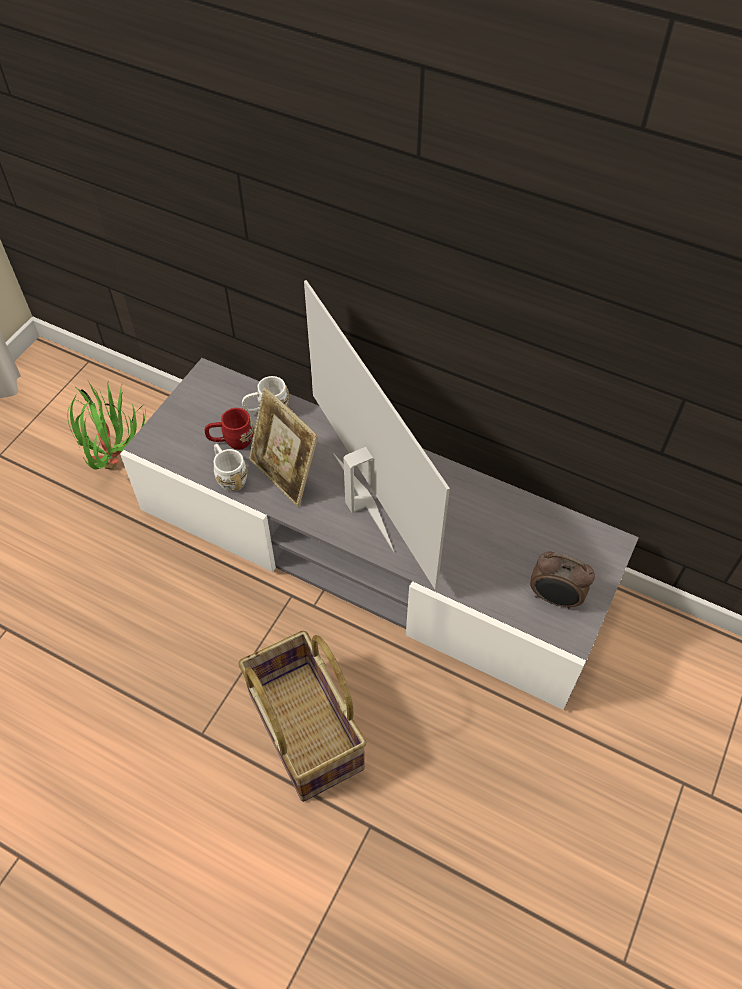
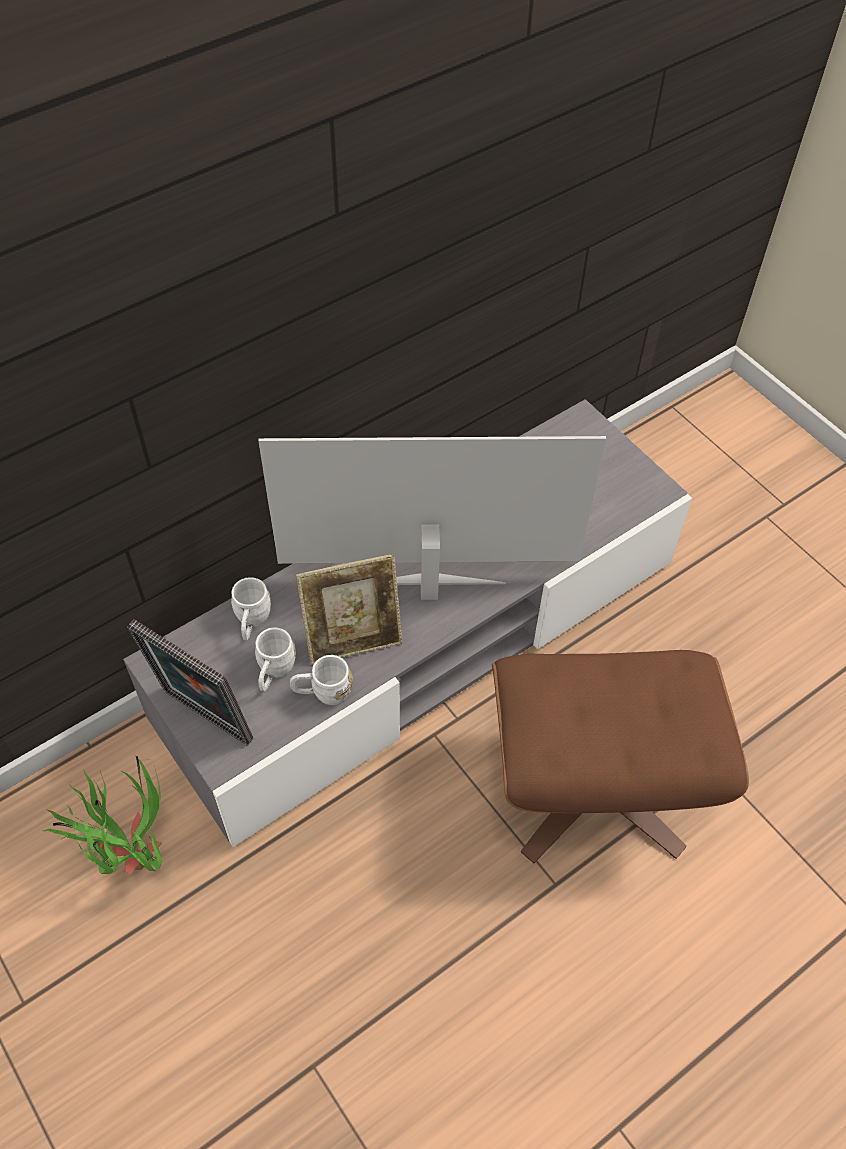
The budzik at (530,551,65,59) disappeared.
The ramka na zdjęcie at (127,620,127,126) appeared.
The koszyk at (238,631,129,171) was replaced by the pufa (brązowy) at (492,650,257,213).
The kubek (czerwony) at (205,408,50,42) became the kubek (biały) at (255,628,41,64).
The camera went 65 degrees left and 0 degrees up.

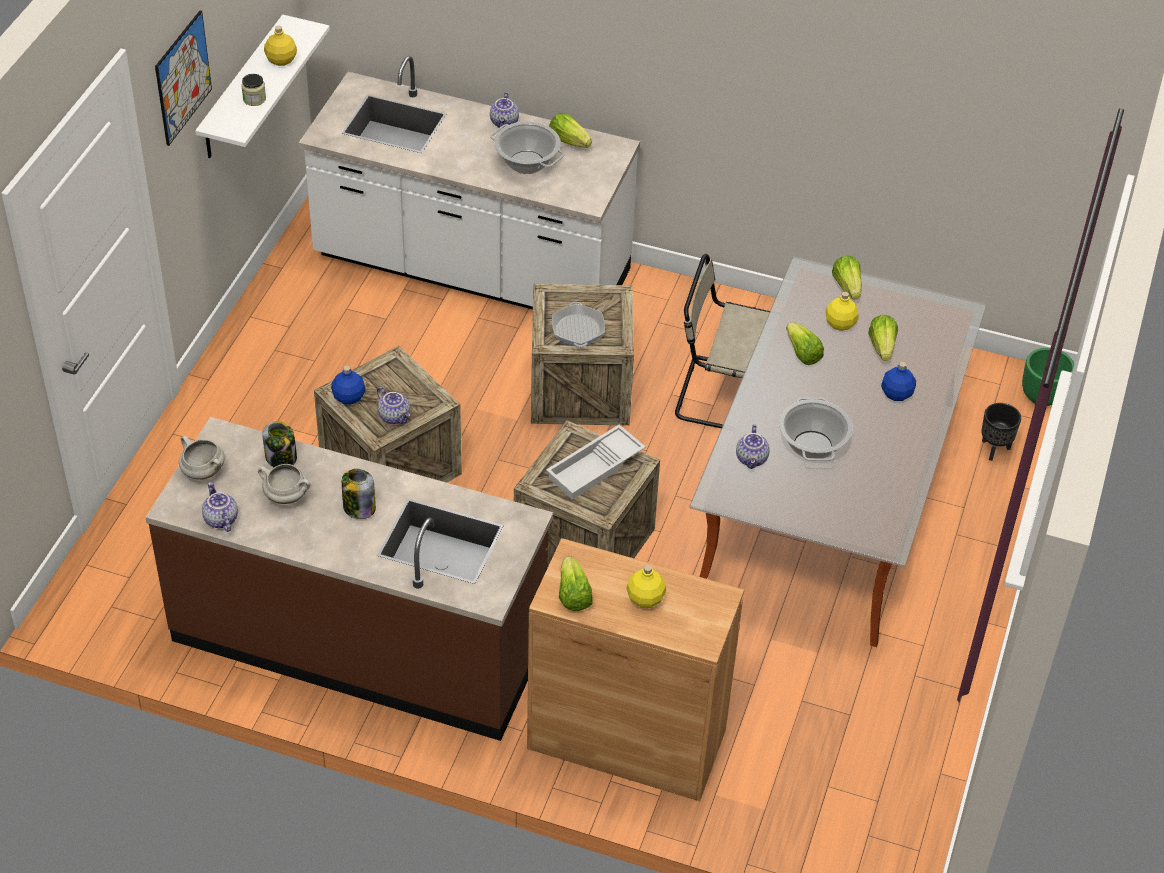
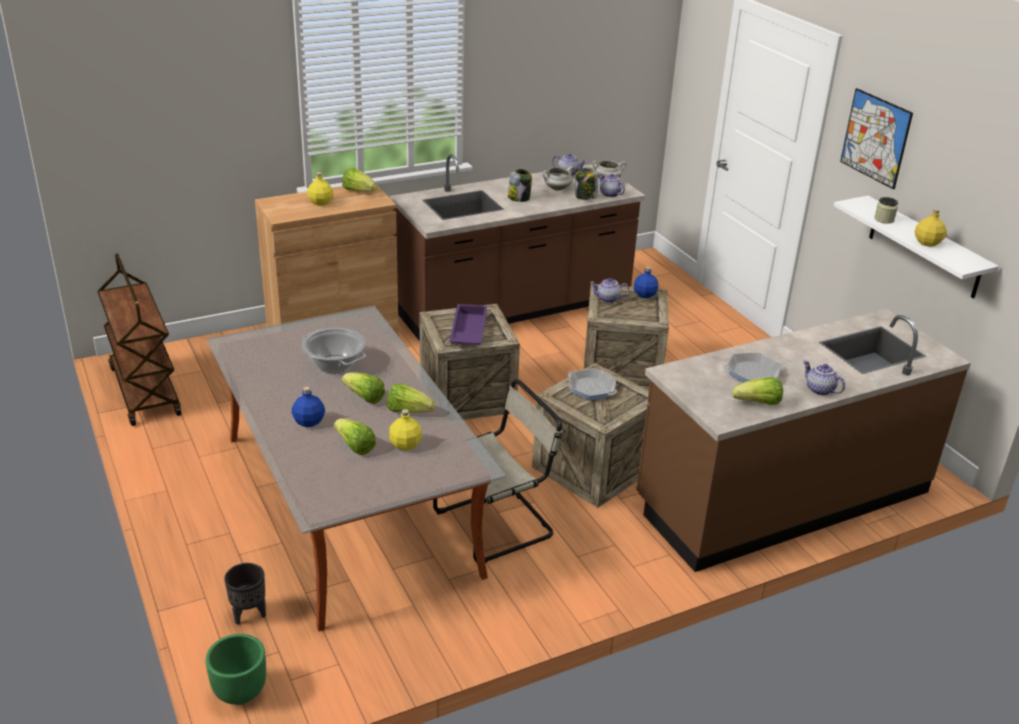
The wózek (brązowy) at (97,253,84,173) appeared.
The imbryk moved from (736,425,34,44) to (599,173,26,24).
The sałata moved from (832,255,30,45) to (341,372,44,32).
The garnek at (490,121,75,53) was replaced by the patelnia at (724,353,60,30).
The zabudowa kuchenna (biały) at (299,56,341,254) became the zabudowa kuchenna (brązowy) at (636,309,335,263).
The taca (biały) at (546,425,100,75) became the taca (fioletowy) at (449,304,38,41).
The camera went 135 degrees right and 15 degrees down.

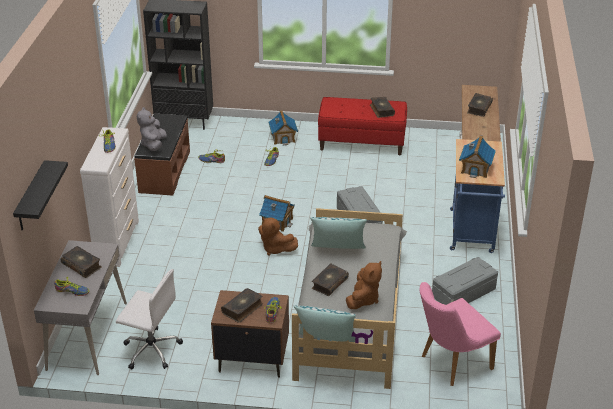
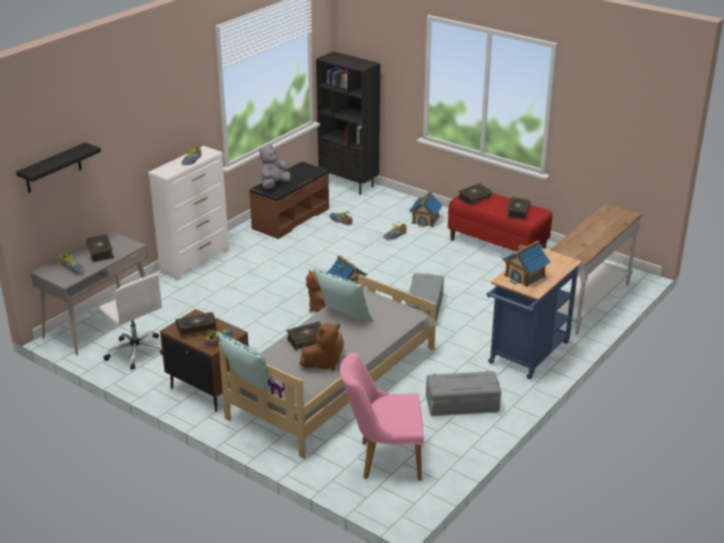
The książka moved from (467,93,26,24) to (458,183,34,22).
The camera went 30 degrees right and 5 degrees down.

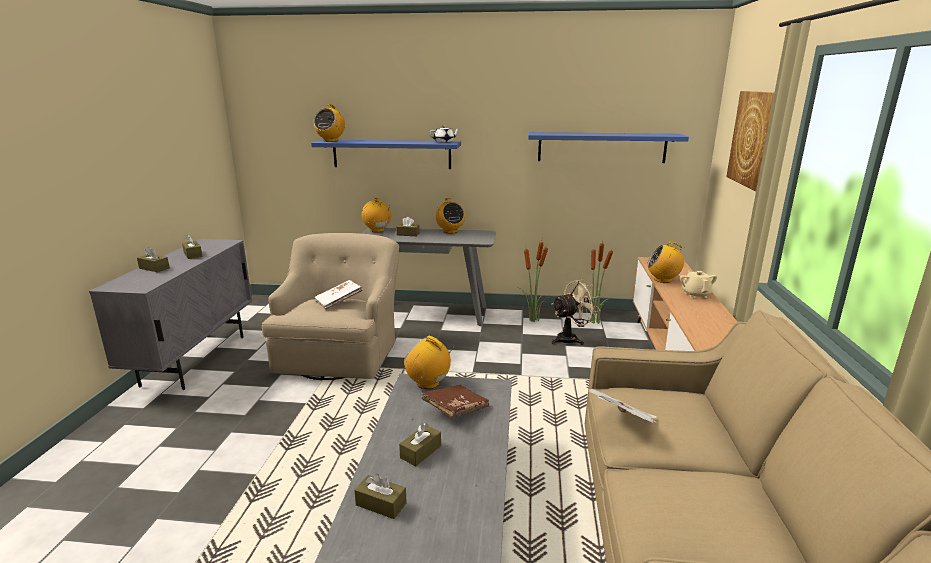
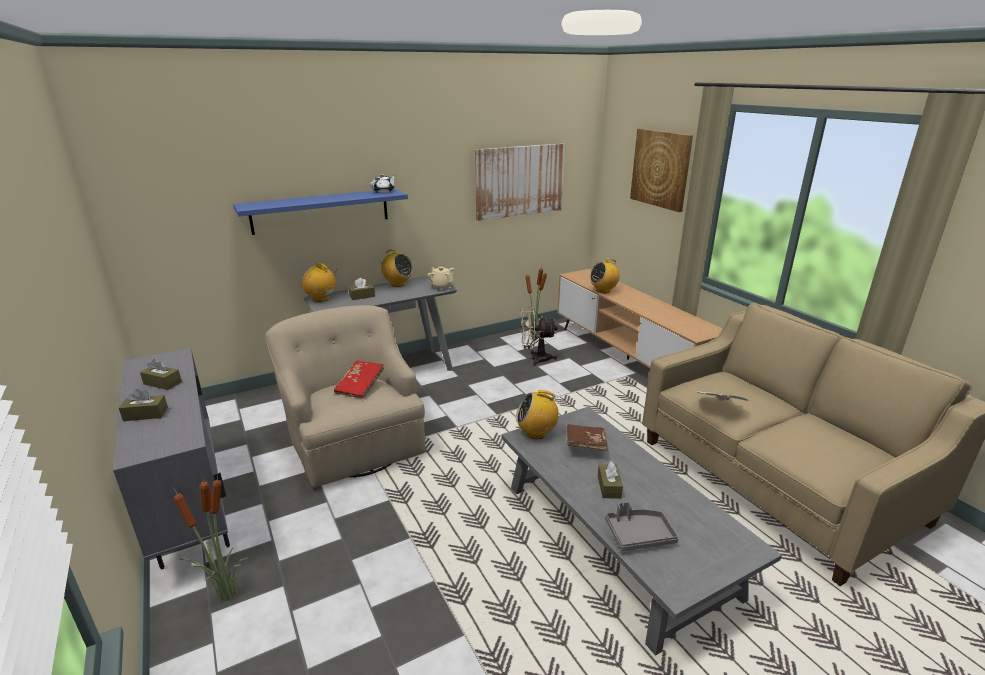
The radio at (314,104,31,38) disappeared.
The roślina doniczkowa moved from (518,236,31,86) to (173,474,75,128).
The imbryk (beżowy) moved from (680,269,37,29) to (427,267,28,24).
The pudełko chusteczek (brązowy) at (354,474,53,45) was replaced by the taca (szary) at (605,502,74,49).
The półka (niebieski) at (528,132,161,31) was replaced by the obraz at (475,143,91,78).
The książka (biały) at (314,280,48,29) became the książka (czerwony) at (334,361,50,38).
The wentylator (beżowy) at (551,279,49,66) turned 120 degrees counterclockwise.
The camera went 35 degrees left and 5 degrees up.

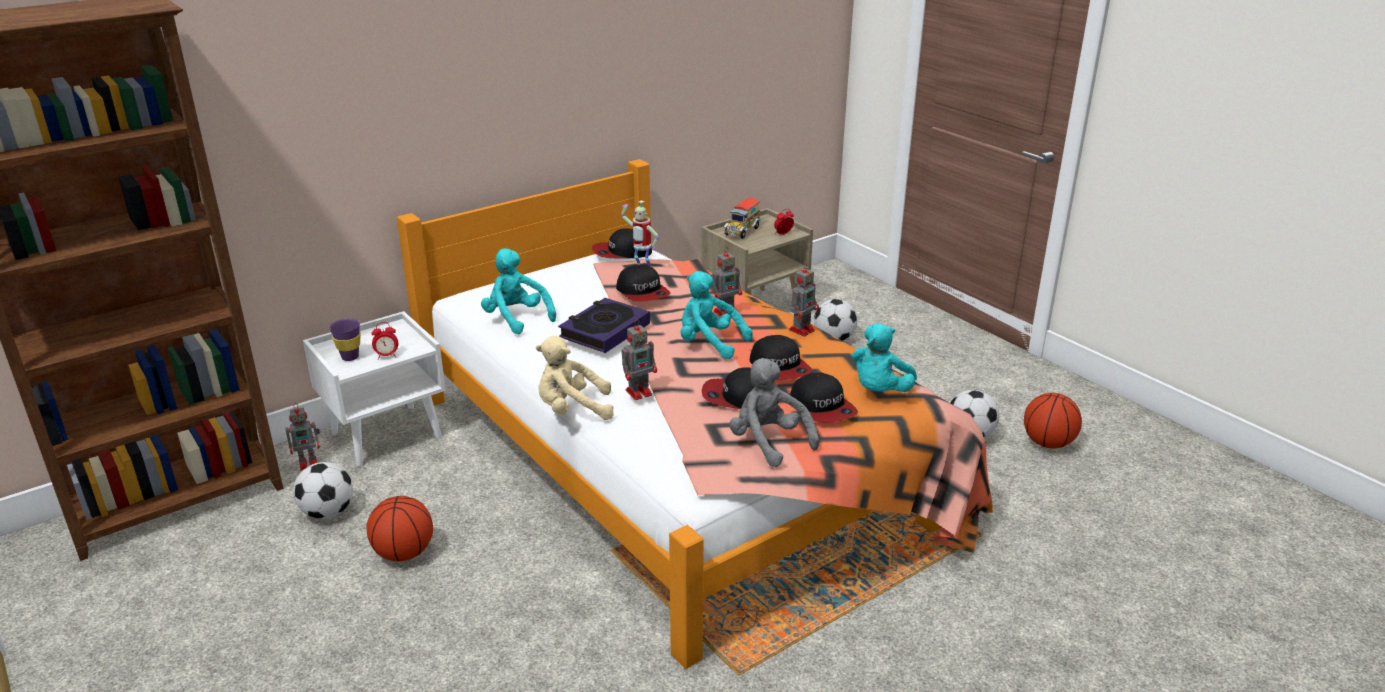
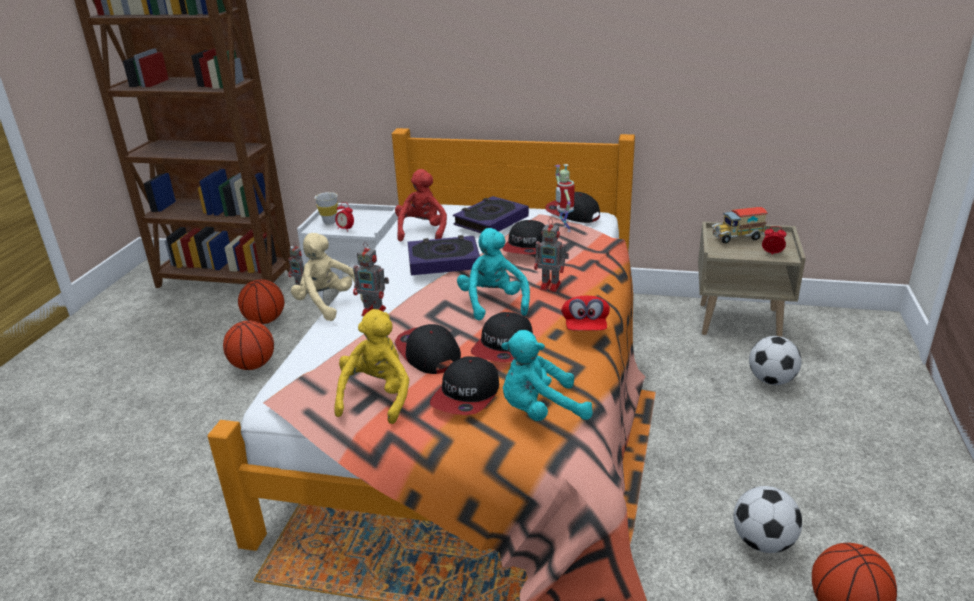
The książka at (453,196,76,37) appeared.
The piłka futbolowa at (293,462,60,57) was replaced by the piłka do koszykówki at (238,279,46,45).
The robot zabawkowy at (789,263,30,73) was replaced by the czapka z daszkiem (czerwony) at (561,296,49,35).
The filiżanka (fioletowy) at (329,318,32,43) became the filiżanka (biały) at (314,192,24,32).
The pluszak (turkusowy) at (481,248,75,86) became the pluszak (czerwony) at (395,169,52,73).
The pluszak (szary) at (730,358,90,109) became the pluszak (żółty) at (334,309,75,115).
The camera went 50 degrees right and 0 degrees up.

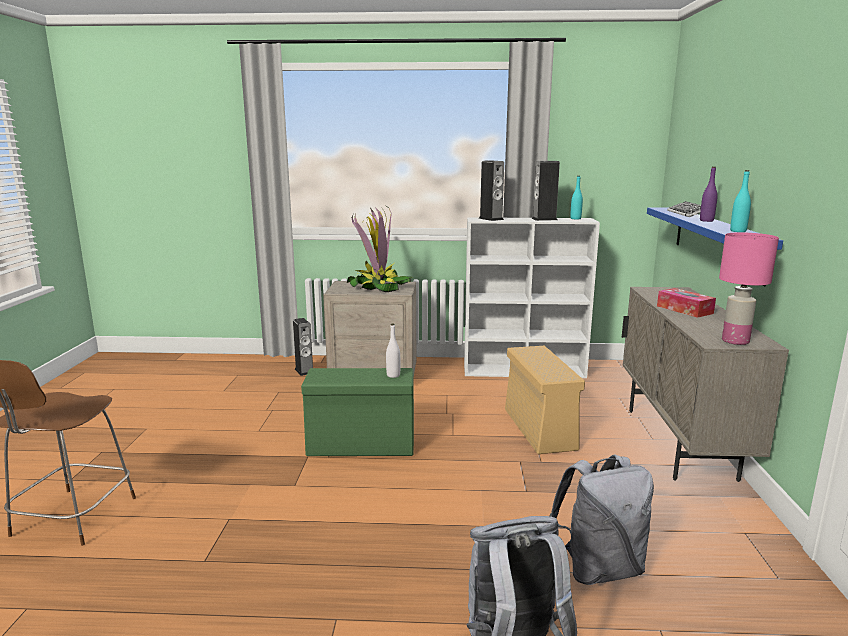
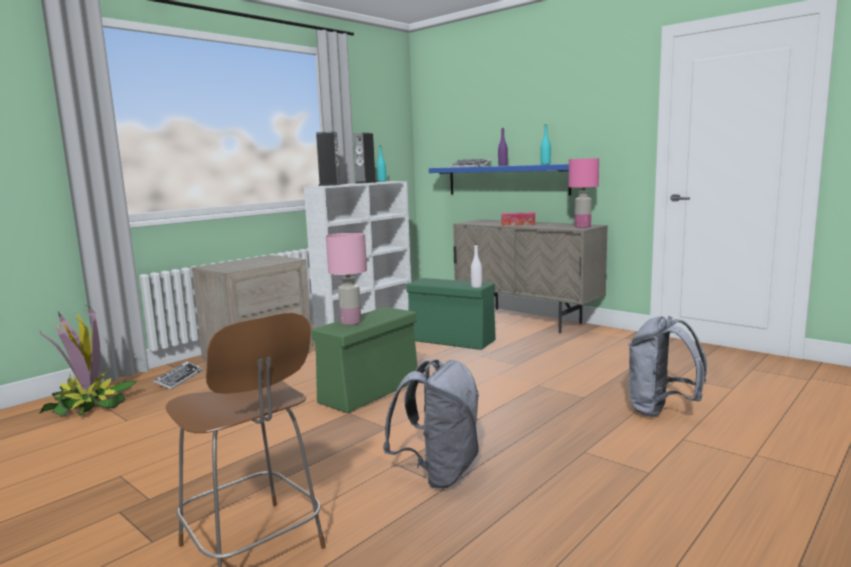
The lampa stołowa (różowy) at (326,233,41,92) appeared.
The roślina doniczkowa moved from (347,207,66,85) to (39,304,98,112).
The butelka (biały) moved from (386,323,14,55) to (471,244,11,44).
The plecak (szary) moved from (550,454,104,131) to (383,359,96,130).
The głośnik at (293,318,20,58) was replaced by the klawiatura at (153,361,50,28).
The pojemnik do przechowywania (beżowy) at (505,346,80,108) became the pojemnik do przechowywania (zielony) at (406,278,90,72).
The camera went 50 degrees left and 5 degrees down.

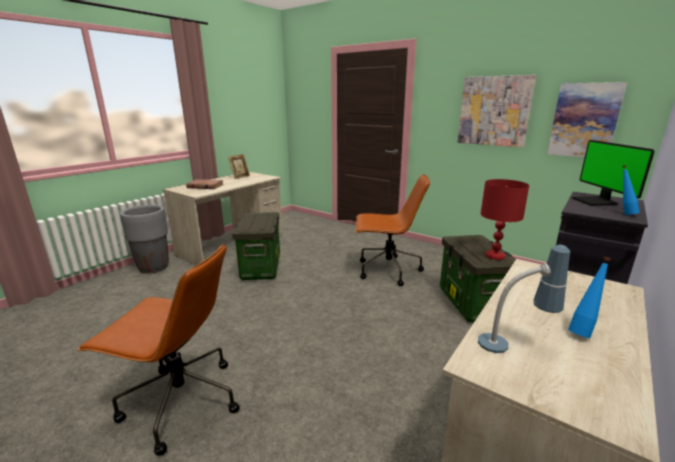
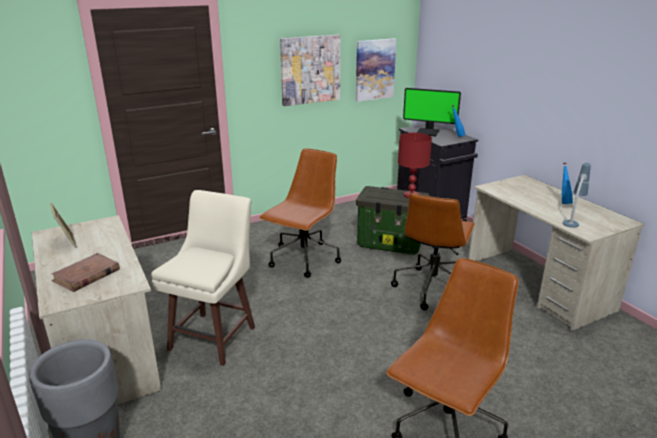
The krzesło biurowe (brązowy) at (391,193,84,117) appeared.
The pojemnik do przechowywania at (232,212,48,68) was replaced by the stołek (beżowy) at (151,190,104,176).
The camera went 65 degrees left and 5 degrees up.

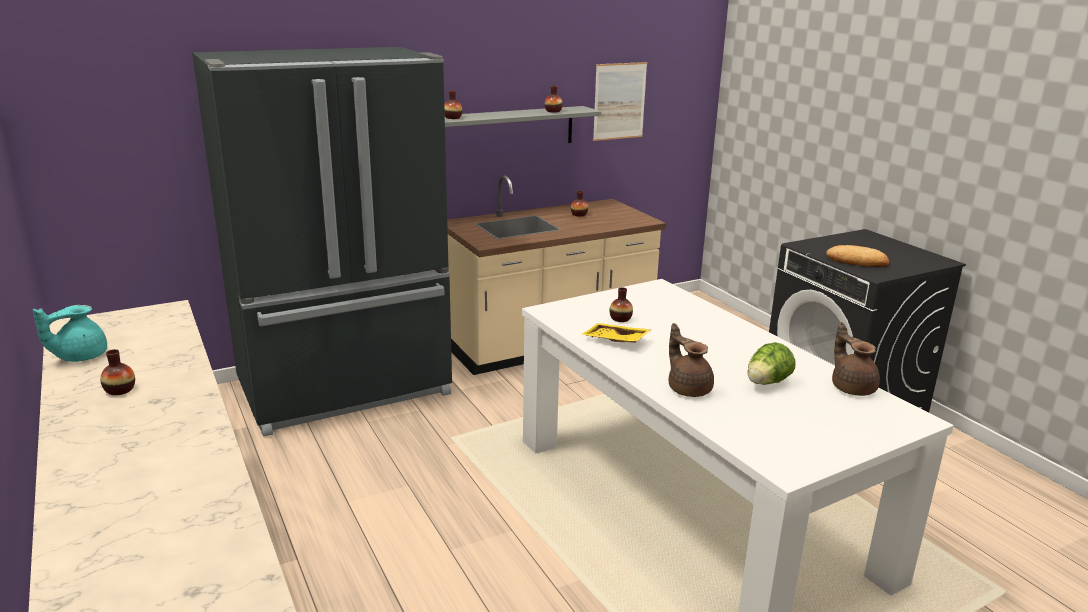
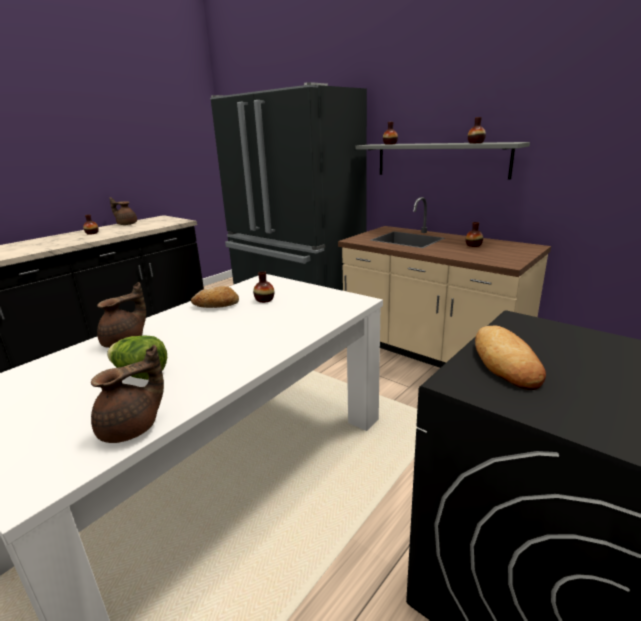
The obraz at (593,62,54,79) disappeared.
The taca (żółty) at (582,323,70,20) was replaced by the chleb at (191,286,48,22).
The imbryk (turkusowy) at (33,305,74,57) became the imbryk (brązowy) at (109,197,28,28).
The camera went 70 degrees right and 0 degrees up.

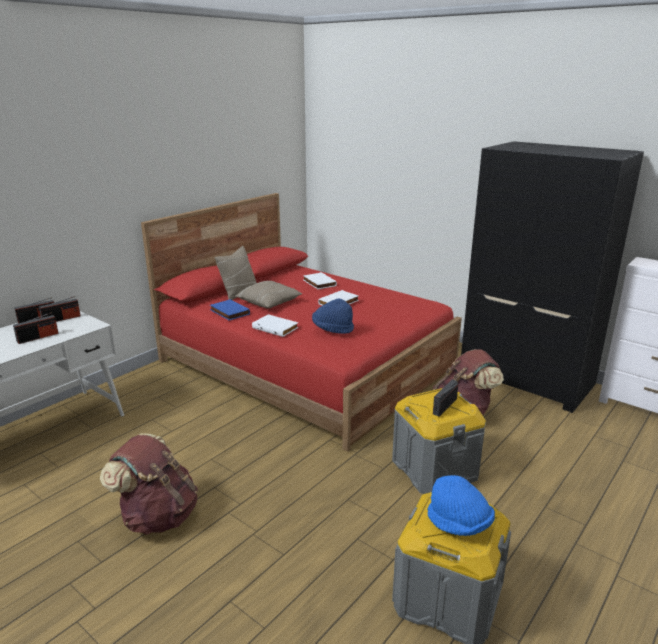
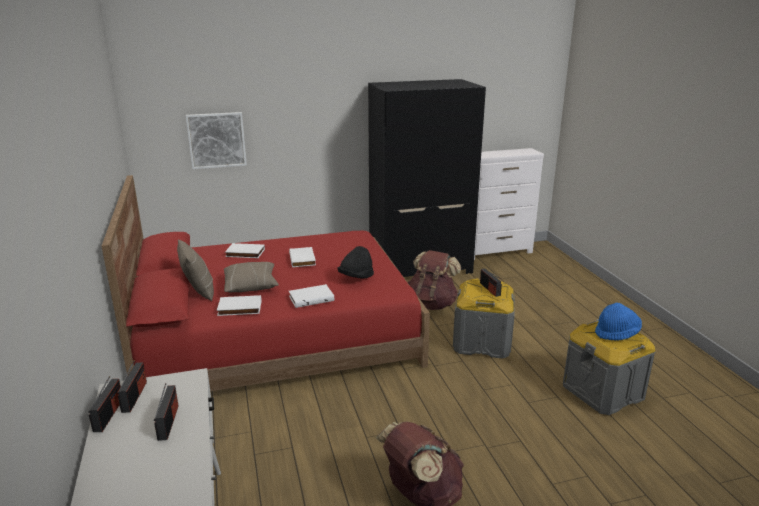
The obraz at (186,112,61,57) appeared.
The książka (niebieski) at (210,299,40,21) became the książka (biały) at (217,295,45,21).
The kapelusz (niebieski) at (312,299,42,35) became the kapelusz (czarny) at (337,246,37,33).
The camera went 55 degrees left and 0 degrees up.

